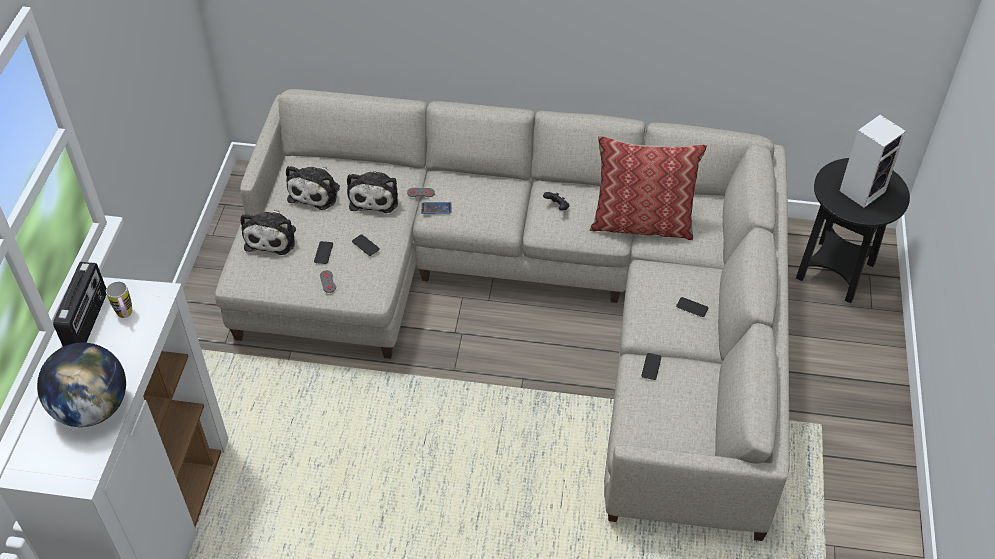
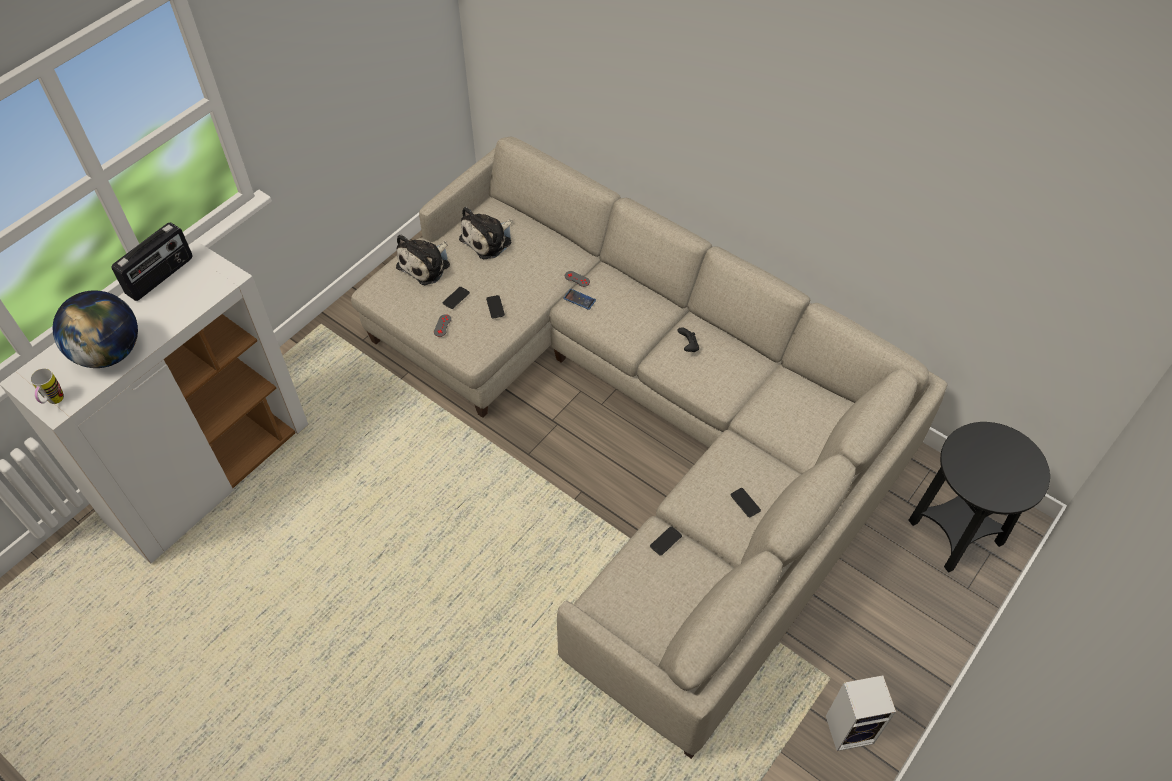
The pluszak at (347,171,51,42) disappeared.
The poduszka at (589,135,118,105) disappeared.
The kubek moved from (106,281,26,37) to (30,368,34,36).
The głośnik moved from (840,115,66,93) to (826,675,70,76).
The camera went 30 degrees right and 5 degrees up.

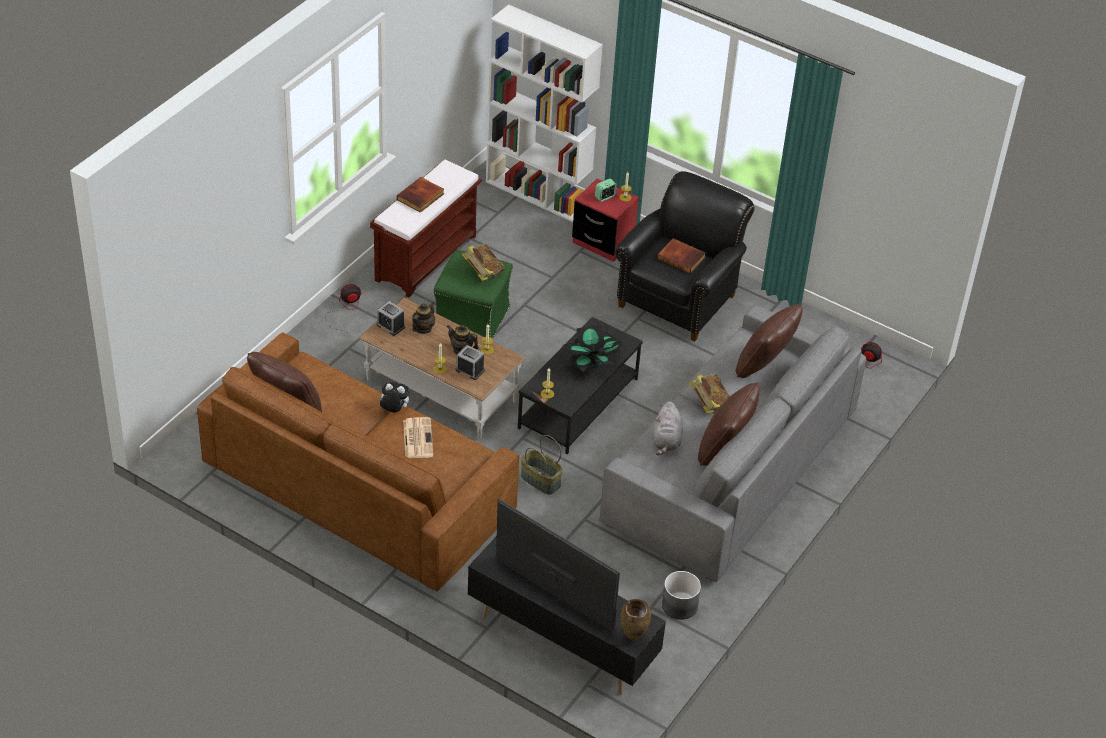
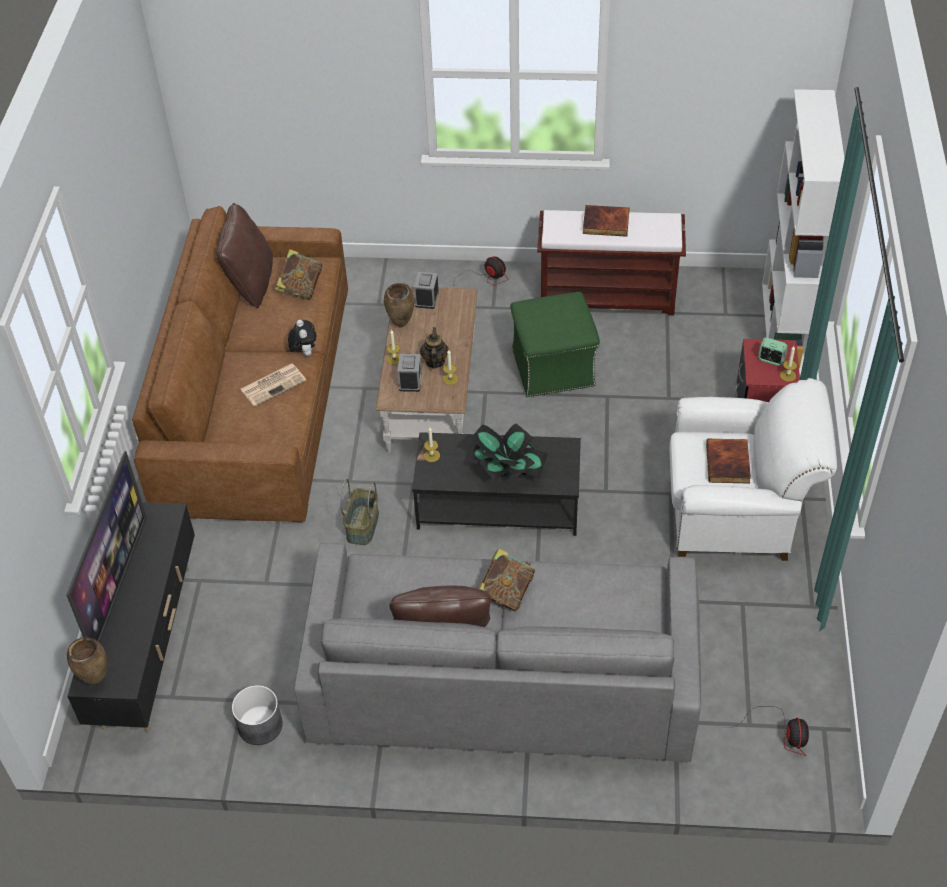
The imbryk at (412,301,23,33) disappeared.
The pluszak (szary) at (653,401,30,54) disappeared.
The poduszka (brązowy) at (736,304,67,74) disappeared.
The wazon (brązowy) at (384,283,30,45) appeared.
The książka moved from (462,243,43,38) to (275,249,47,51).
The fotel (czarny) at (615,171,140,170) became the fotel (biały) at (670,378,167,183).
The camera went 65 degrees right and 5 degrees up.

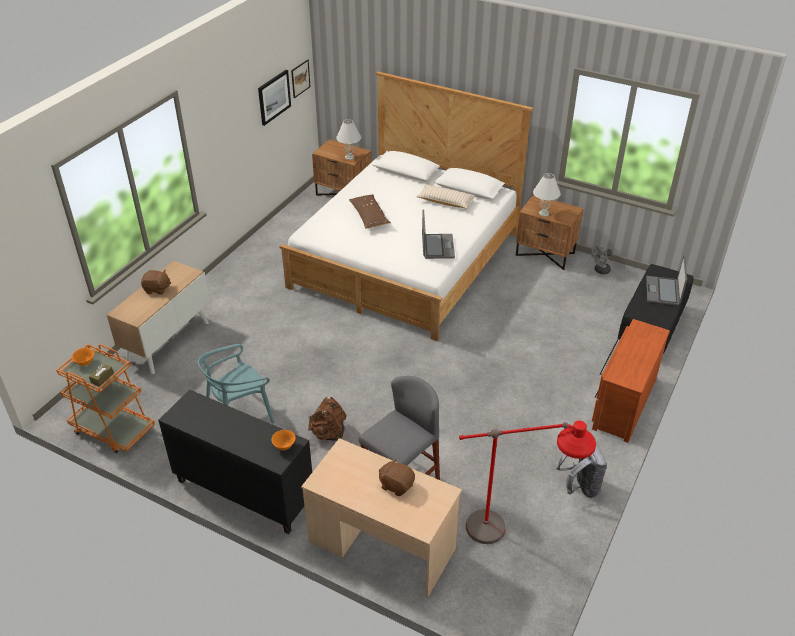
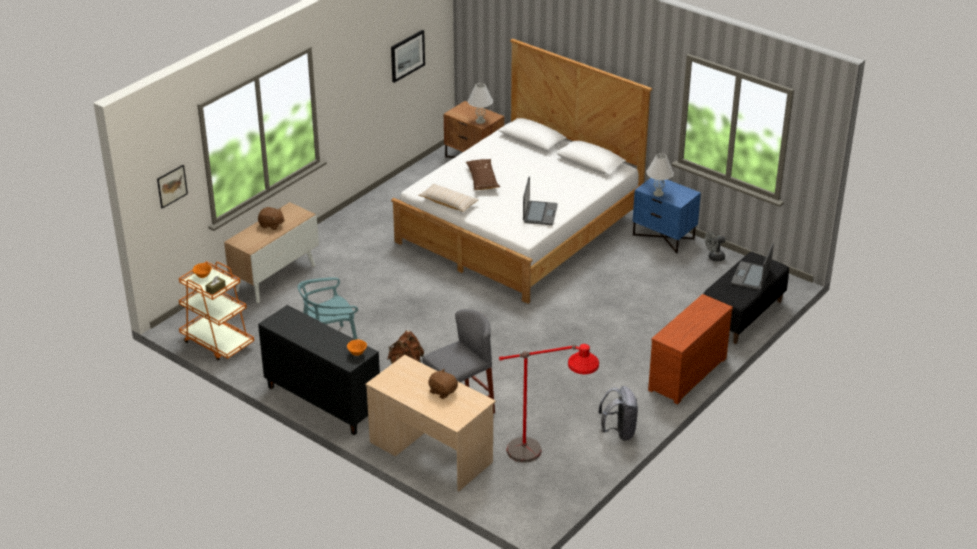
The obraz moved from (291,59,20,39) to (157,165,31,44).
The poduszka (beżowy) moved from (417,184,58,25) to (419,184,59,28).
The szafka nocna (brązowy) at (516,195,67,75) became the szafka nocna (niebieski) at (633,178,68,75).
The camera went 10 degrees right and 5 degrees down.

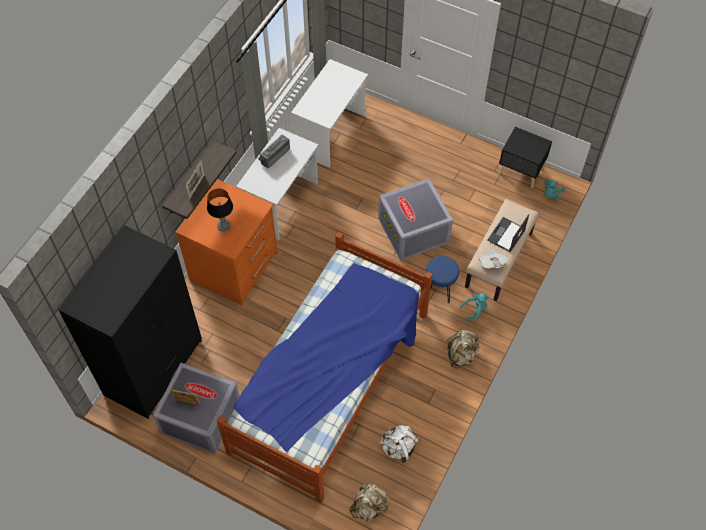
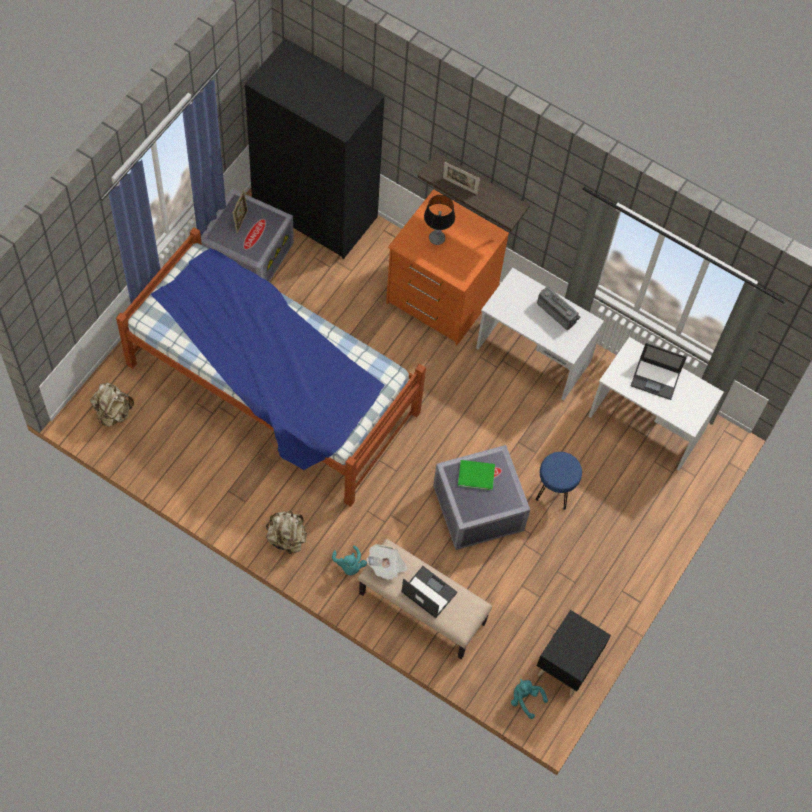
The plecak (biały) at (380,425,40,38) disappeared.
The książka (zielony) at (458,460,37,30) appeared.
The laptop at (630,343,57,57) appeared.
The stołek (niebieski) moved from (426,256,33,47) to (536,452,46,58).
The camera went 90 degrees right and 5 degrees up.

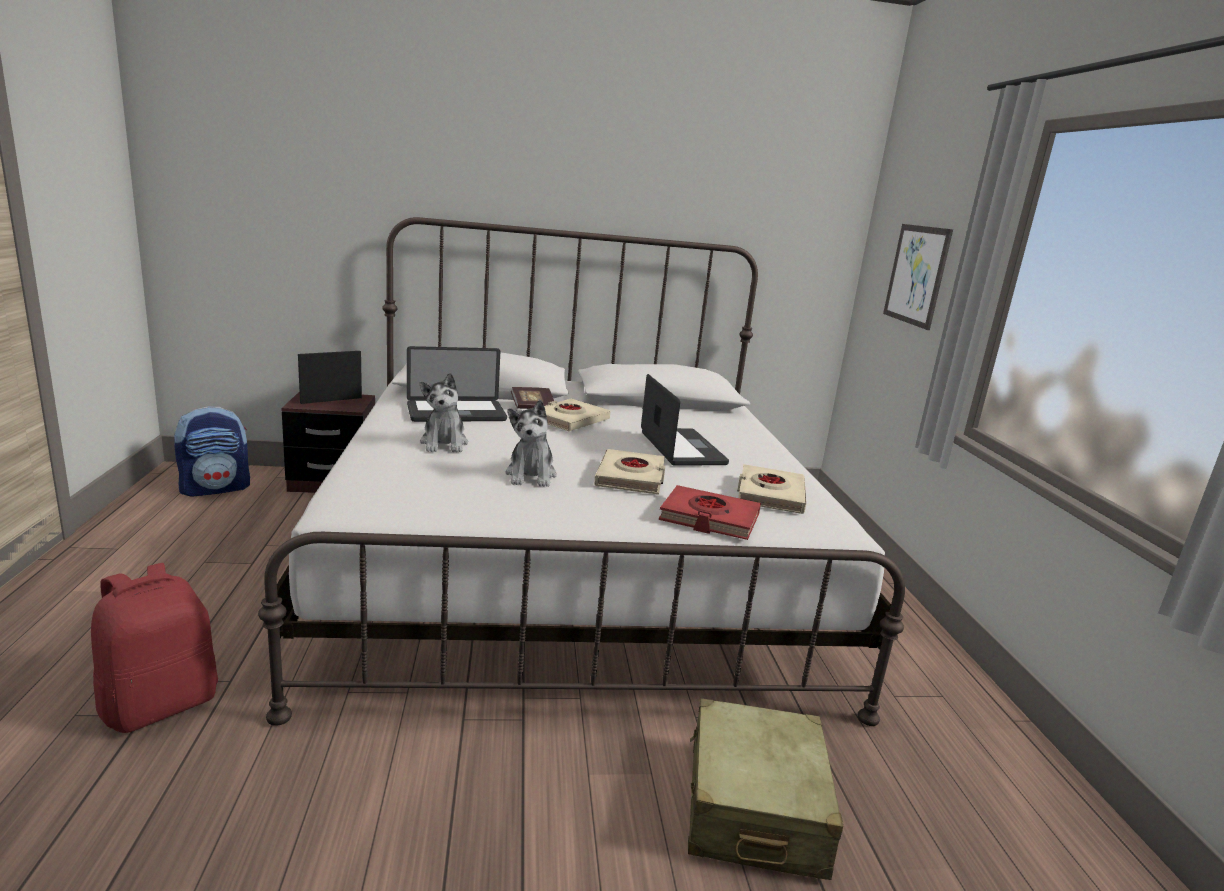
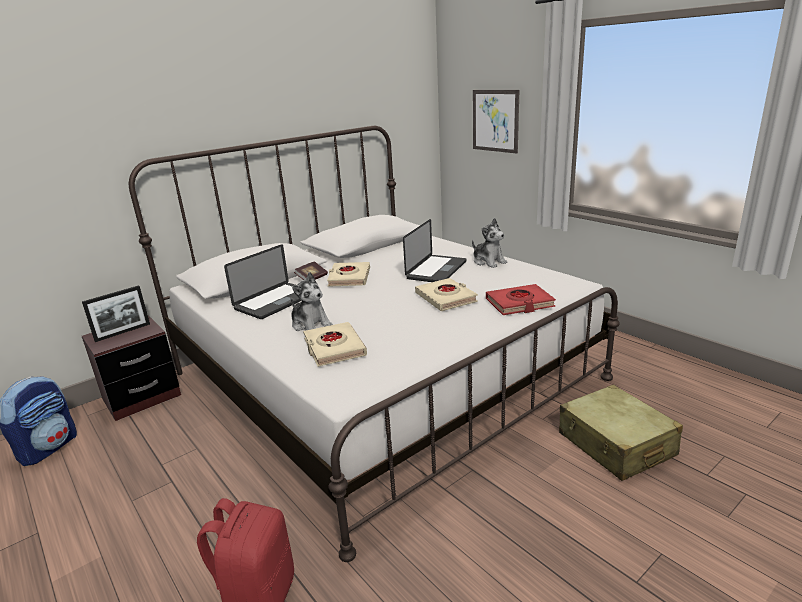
The pluszak moved from (505,400,52,87) to (472,218,35,50).
The książka (beżowy) moved from (737,464,69,50) to (303,322,64,45).
The ramka na zdjęcie at (298,351,64,53) turned 150 degrees counterclockwise.
The laptop at (641,374,88,92) turned 75 degrees clockwise.
The camera went 30 degrees left and 5 degrees up.

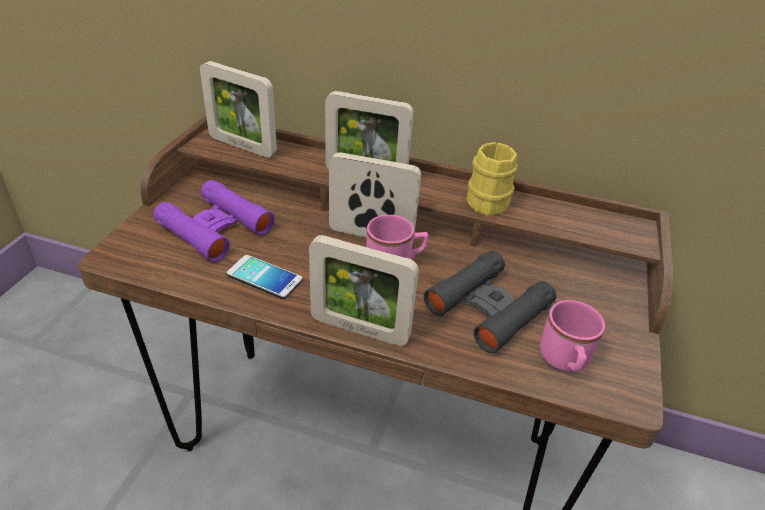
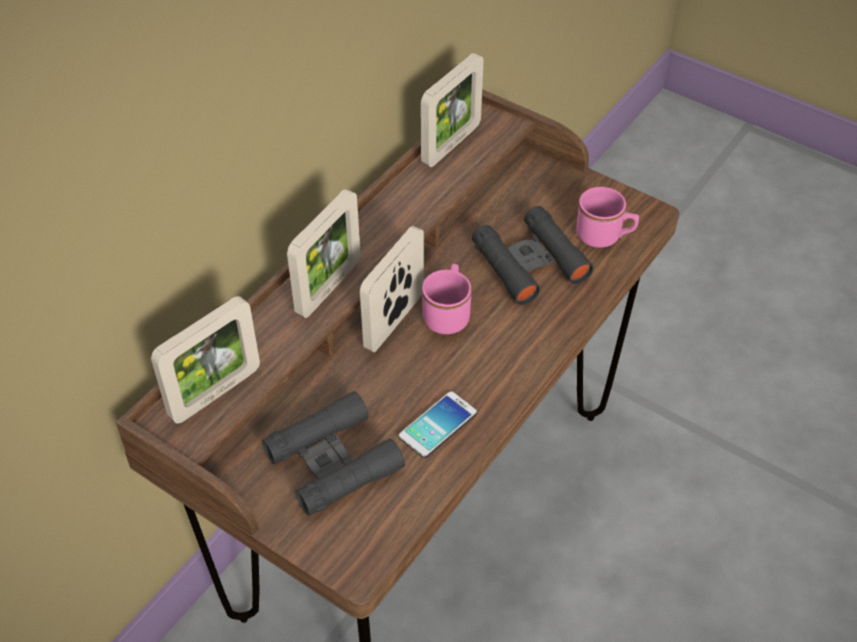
The kubek (żółty) at (466,142,52,74) disappeared.
The ramka na zdjęcie moved from (309,235,110,111) to (421,53,63,114).
The lornetka (fioletowy) at (153,180,122,82) became the lornetka (czarny) at (262,391,143,124).
The camera went 70 degrees left and 10 degrees up.

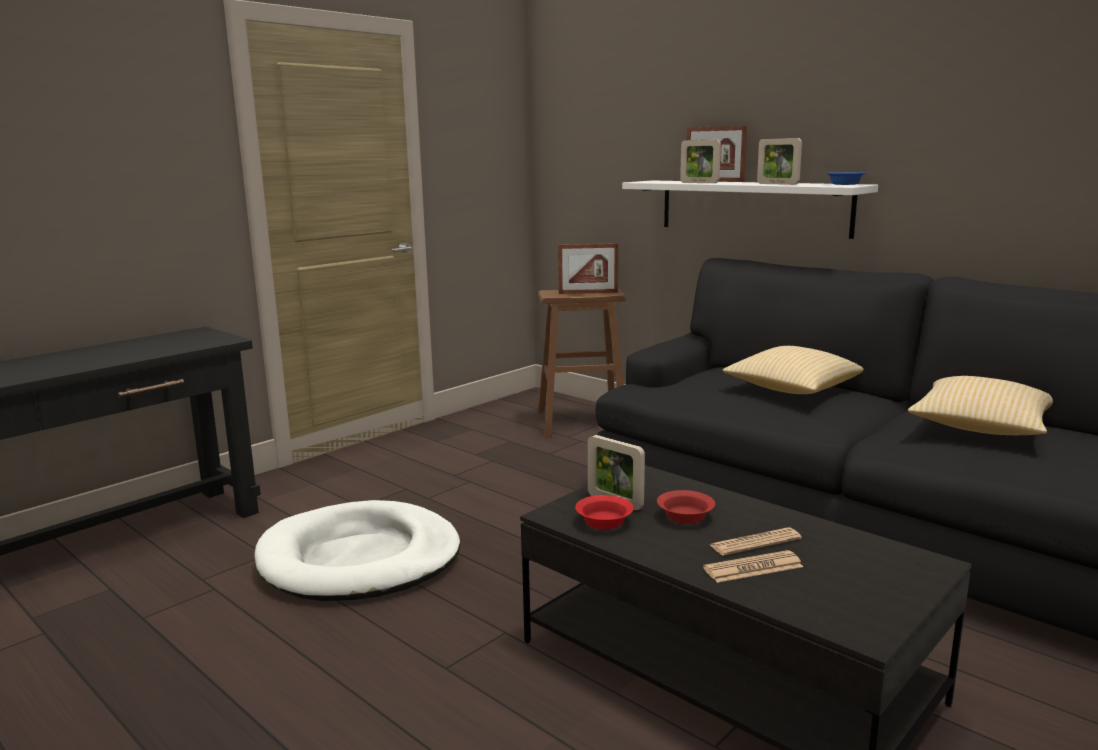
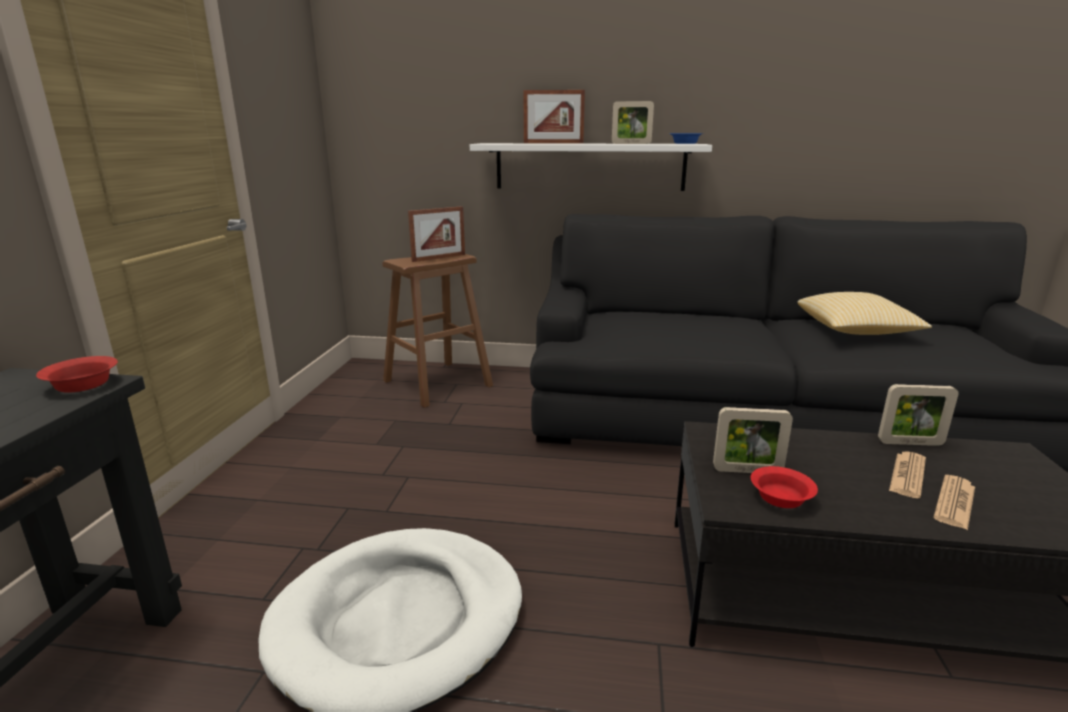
The poduszka at (723,346,141,48) disappeared.
The miska (czerwony) moved from (657,490,58,34) to (36,356,82,37).
The ramka na zdjęcie moved from (680,140,41,43) to (878,384,81,62).
The camera went 35 degrees left and 5 degrees up.

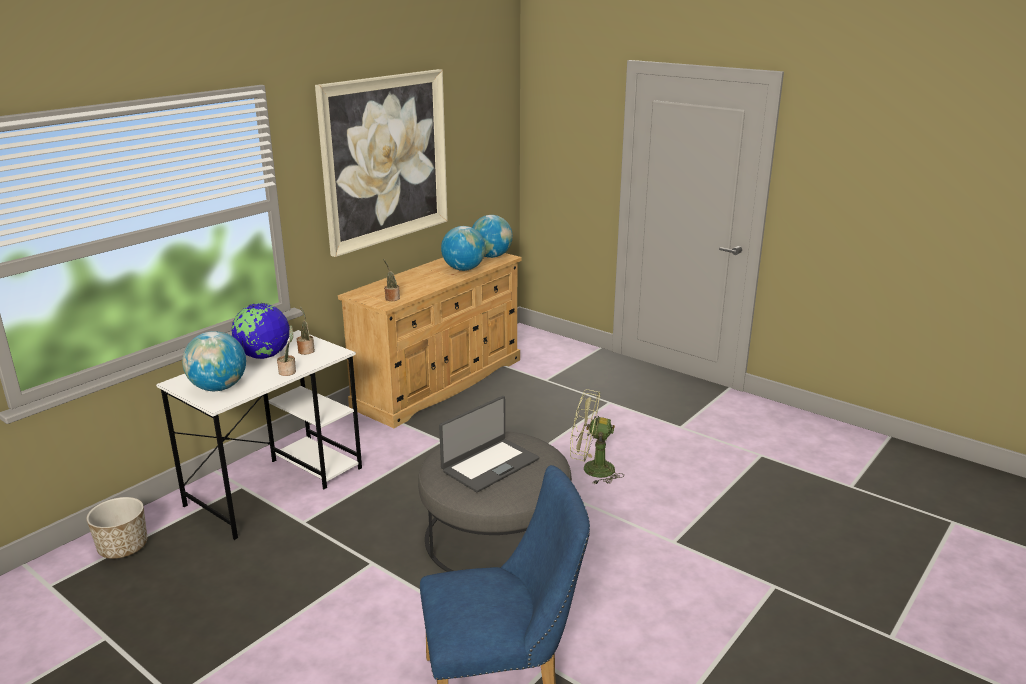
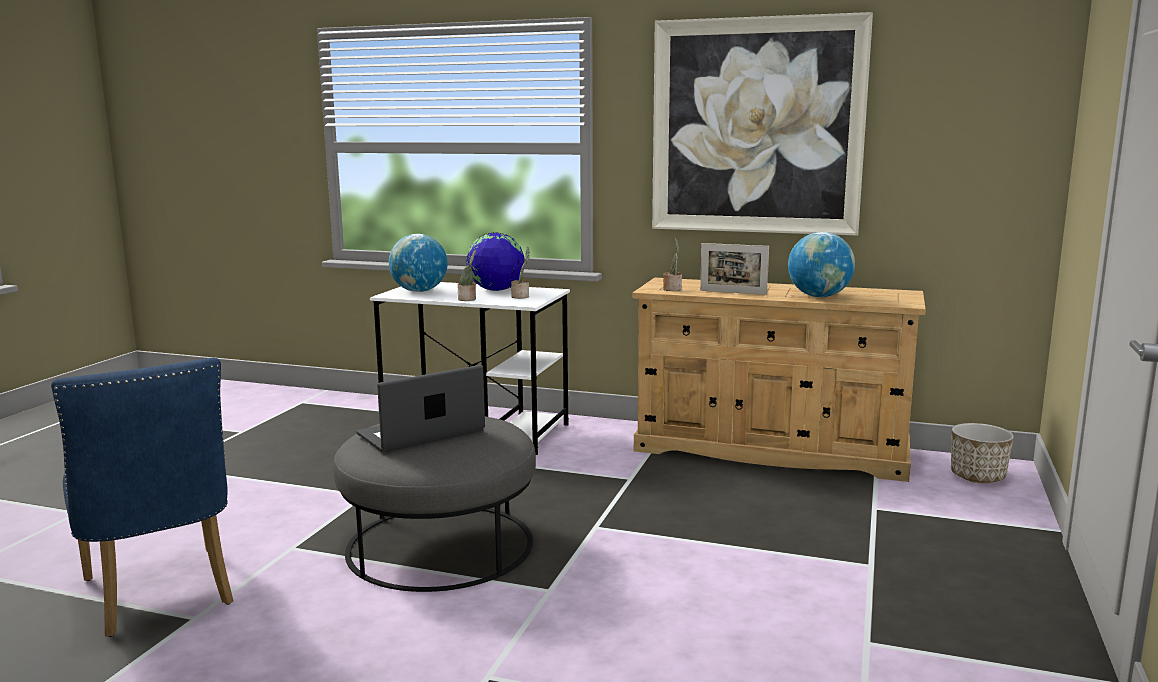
The globus at (472,215,41,43) disappeared.
The wentylator (zielony) at (570,389,54,95) disappeared.
The ramka na zdjęcie at (700,243,69,52) appeared.
The donica moved from (87,497,60,62) to (951,423,63,60).
The laptop at (439,396,100,96) turned 120 degrees clockwise.
The camera went 70 degrees right and 10 degrees down.

